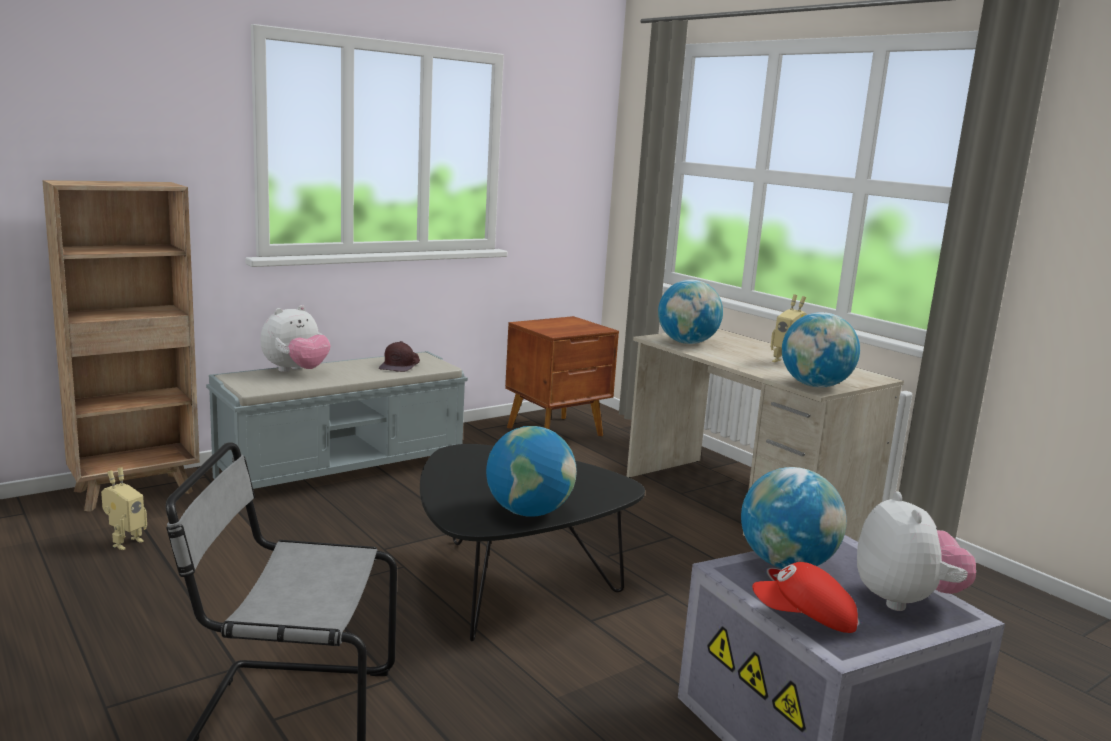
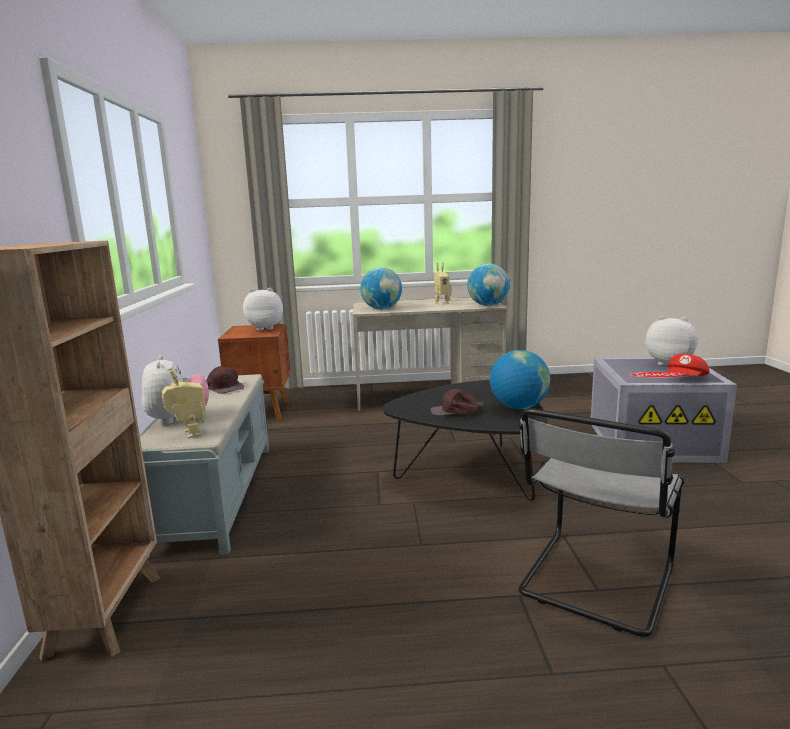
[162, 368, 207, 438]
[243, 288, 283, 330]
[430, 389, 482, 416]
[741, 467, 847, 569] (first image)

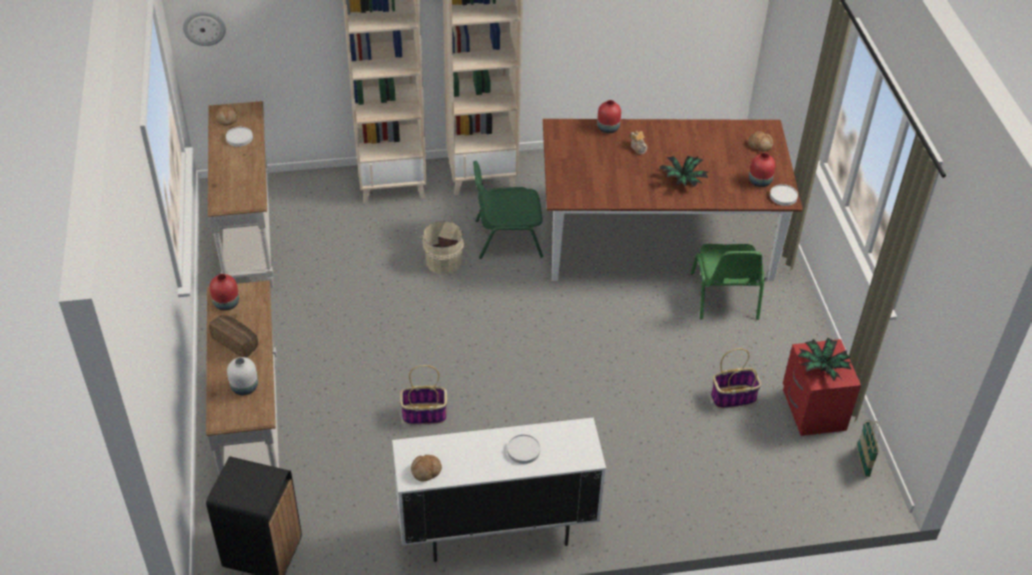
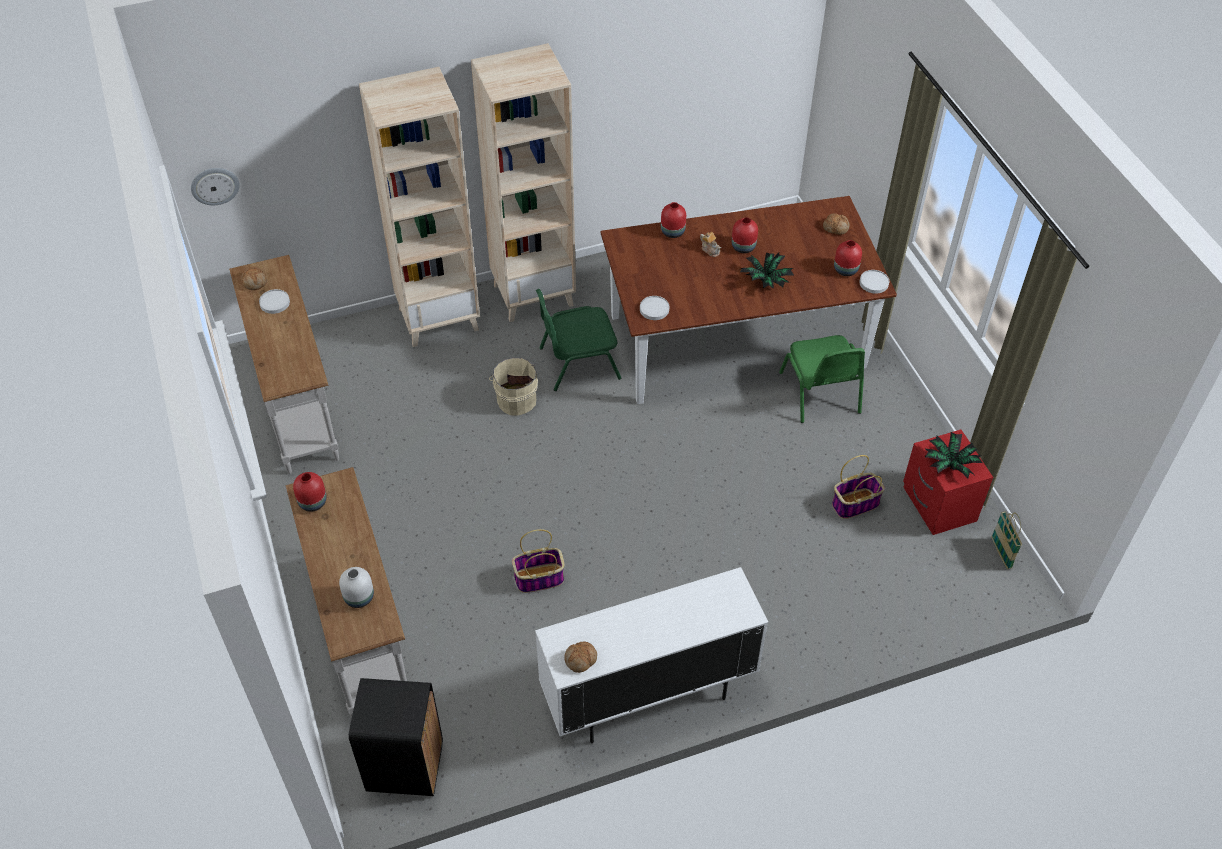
[640, 296, 669, 320]
[732, 217, 758, 253]
[209, 315, 258, 358] (first image)

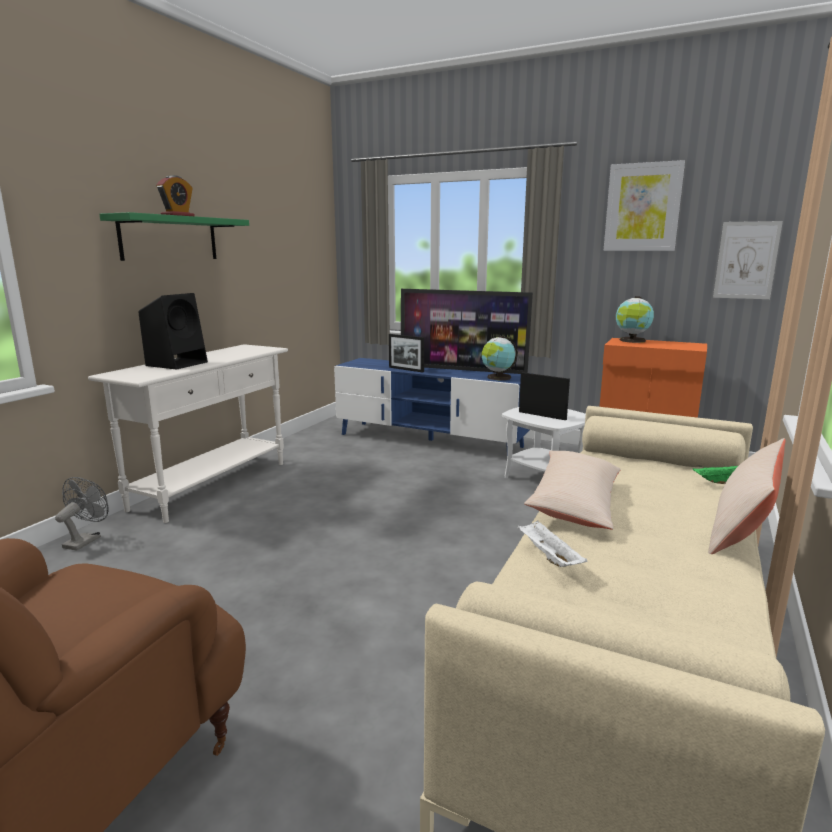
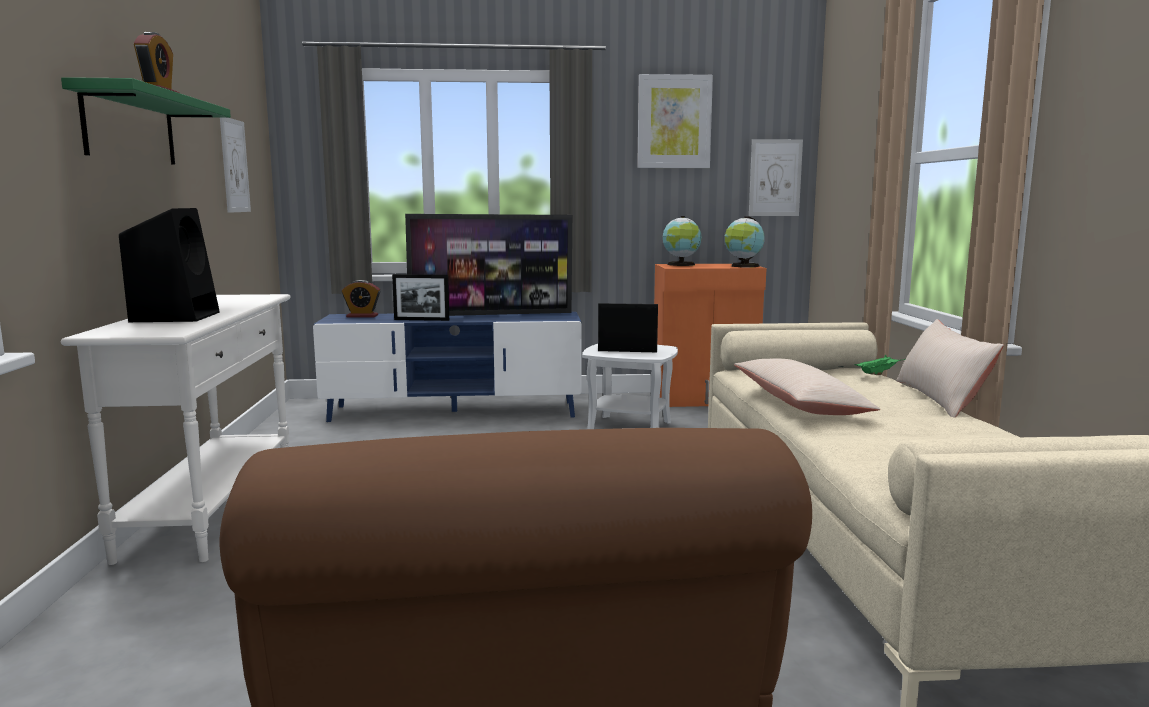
[220, 118, 251, 213]
[342, 280, 381, 318]
[725, 216, 765, 267]
[55, 477, 108, 551] (first image)
[518, 520, 587, 567] (first image)

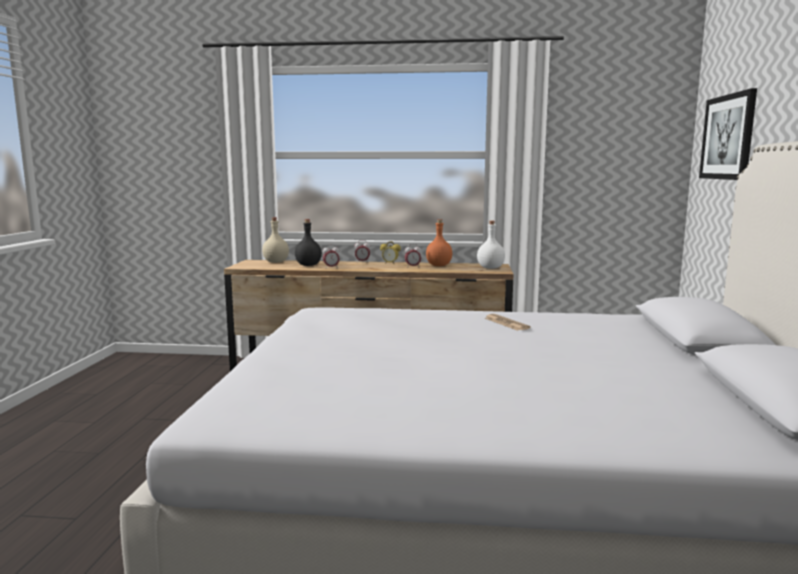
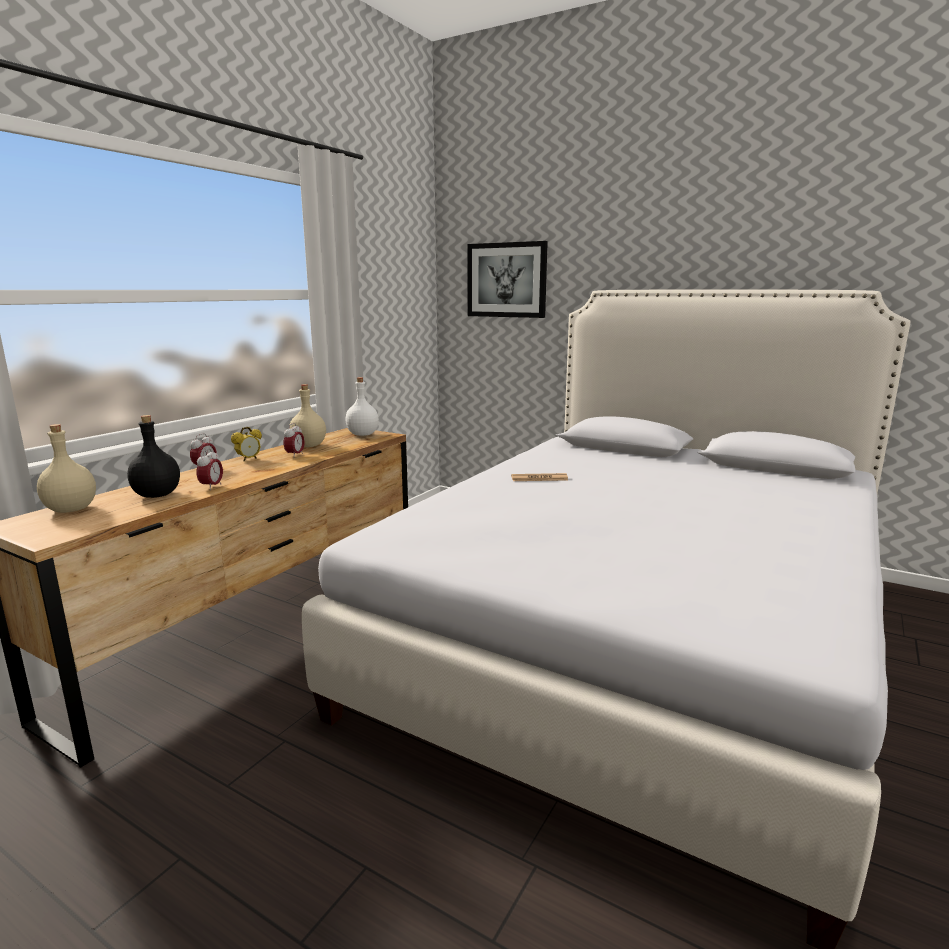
[289, 384, 326, 447]

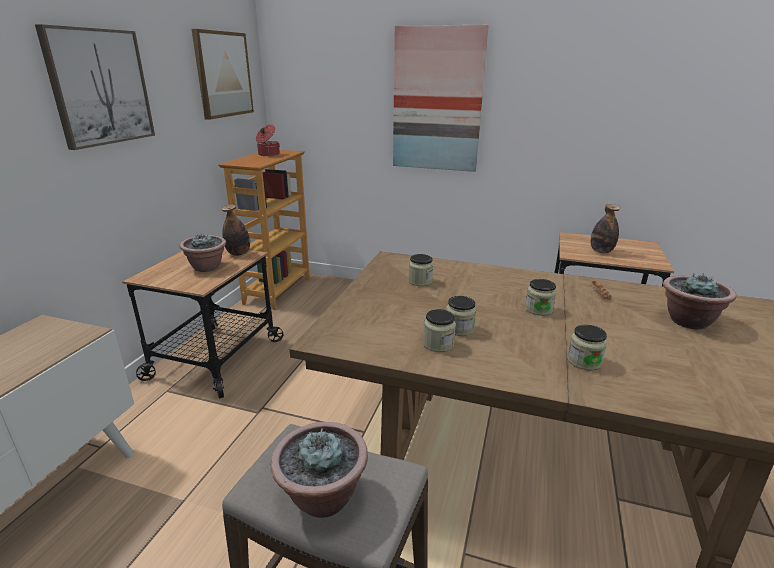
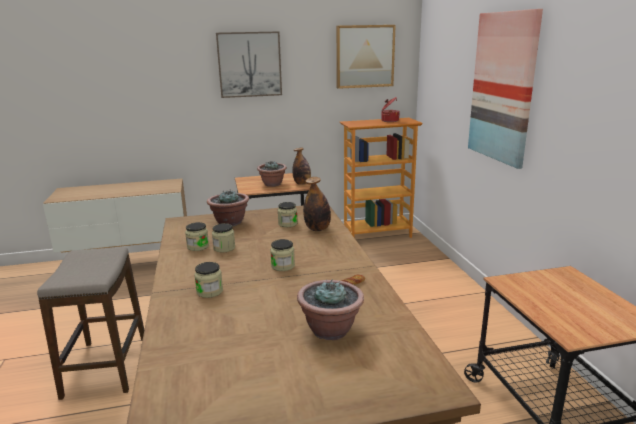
[207, 189, 249, 226]
[303, 177, 331, 231]

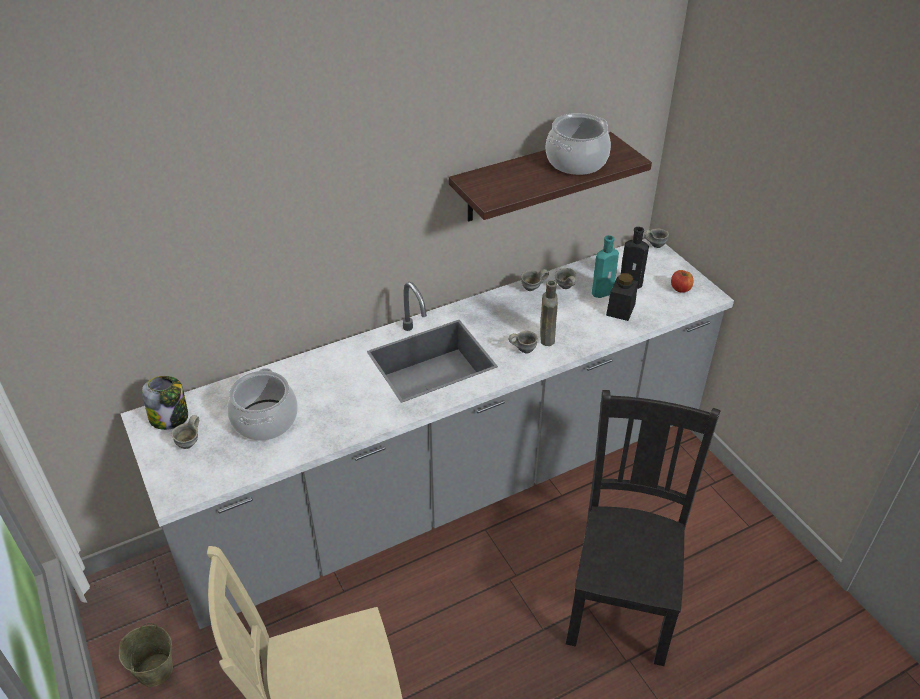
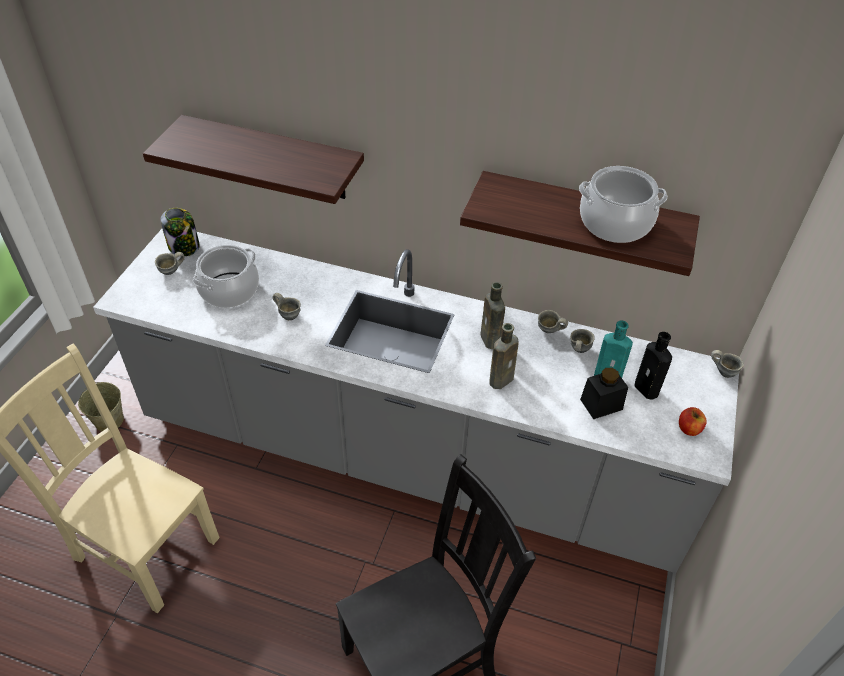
[143, 115, 364, 204]
[272, 293, 301, 320]
[480, 282, 505, 349]

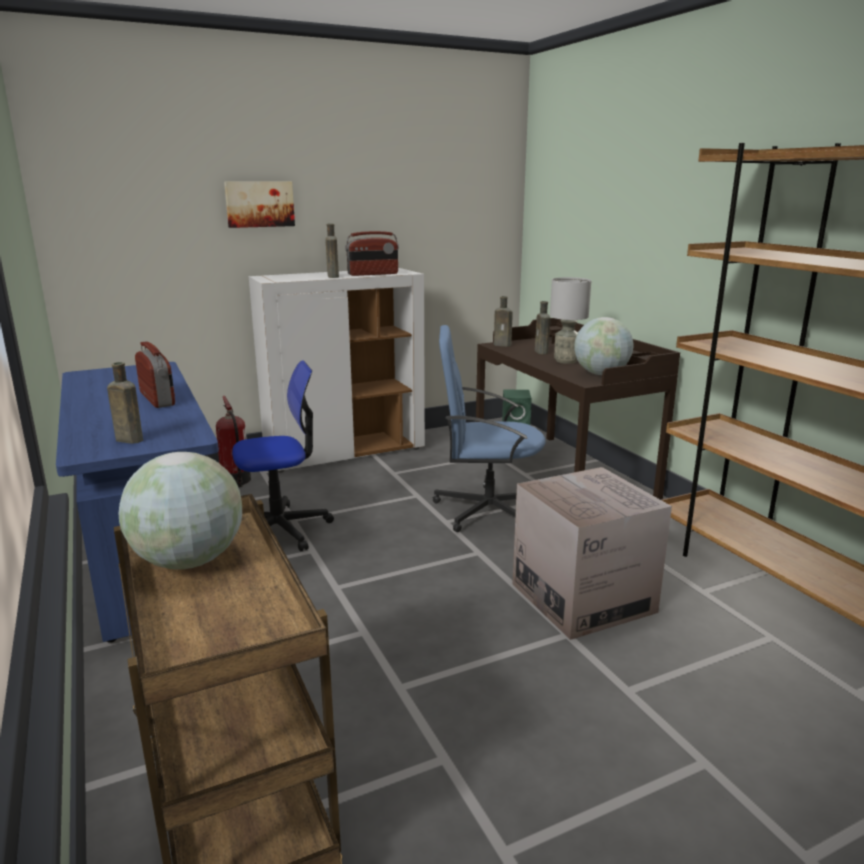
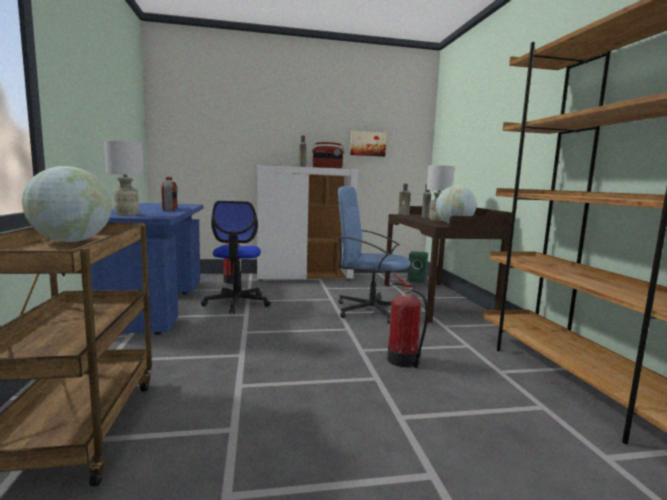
[104, 140, 144, 216]
[201, 201, 271, 314]
[350, 131, 387, 157]
[387, 274, 428, 368]

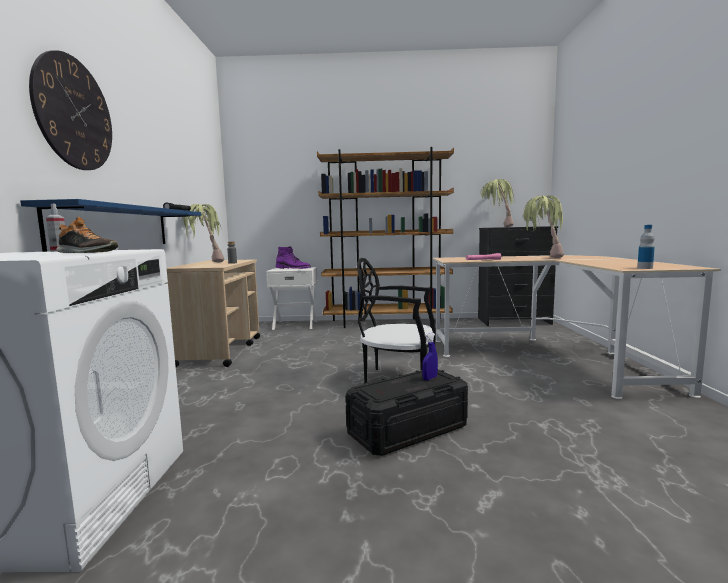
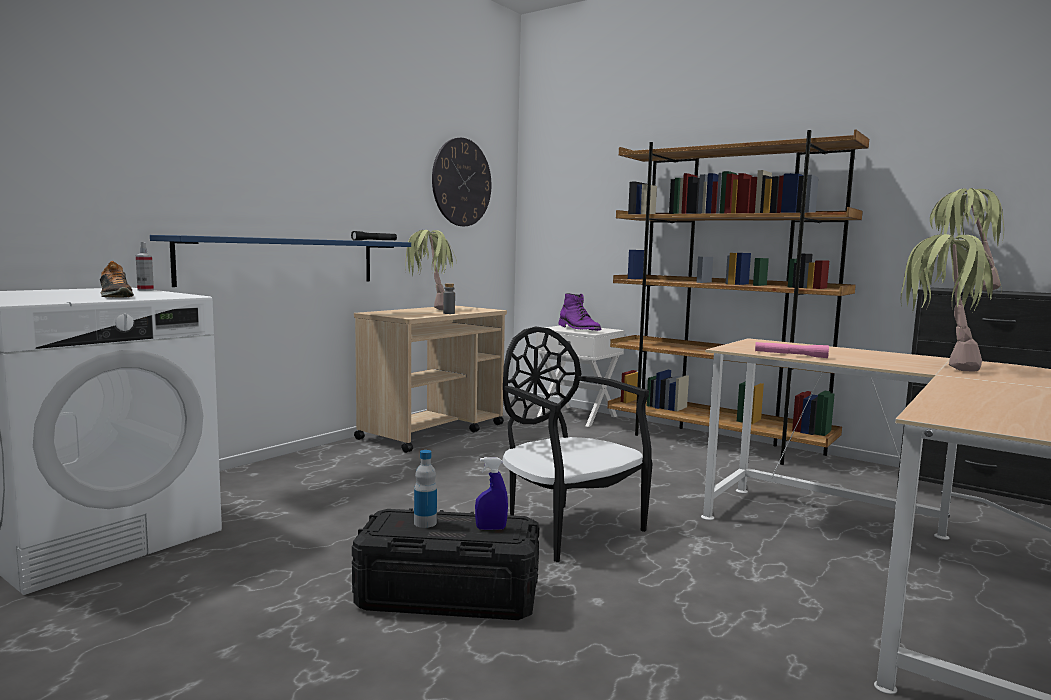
[414, 450, 437, 528]
[432, 138, 491, 226]

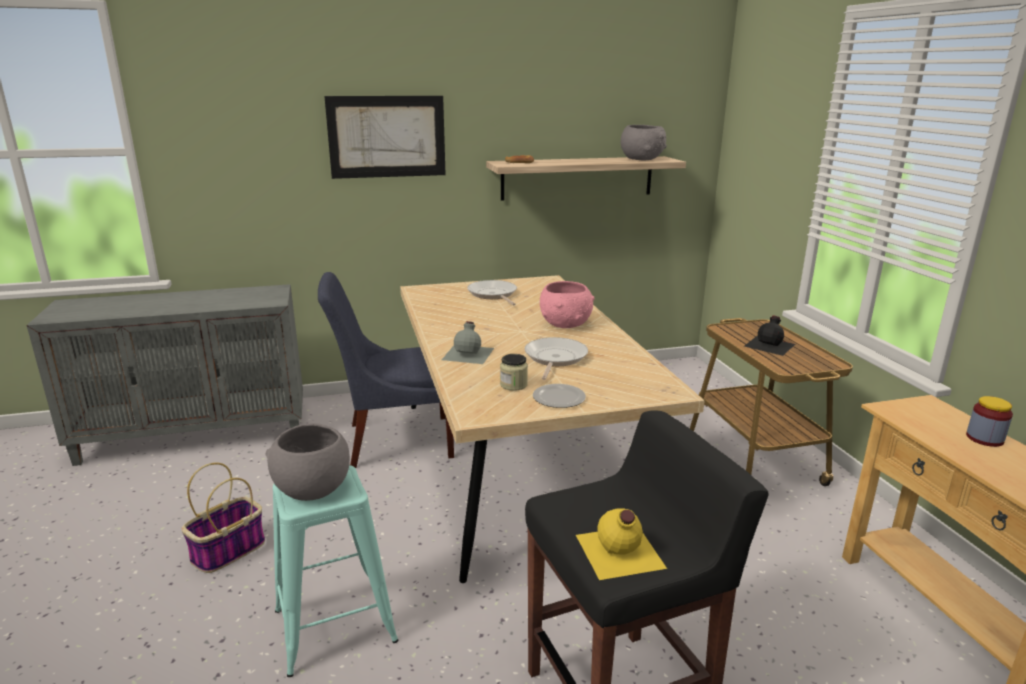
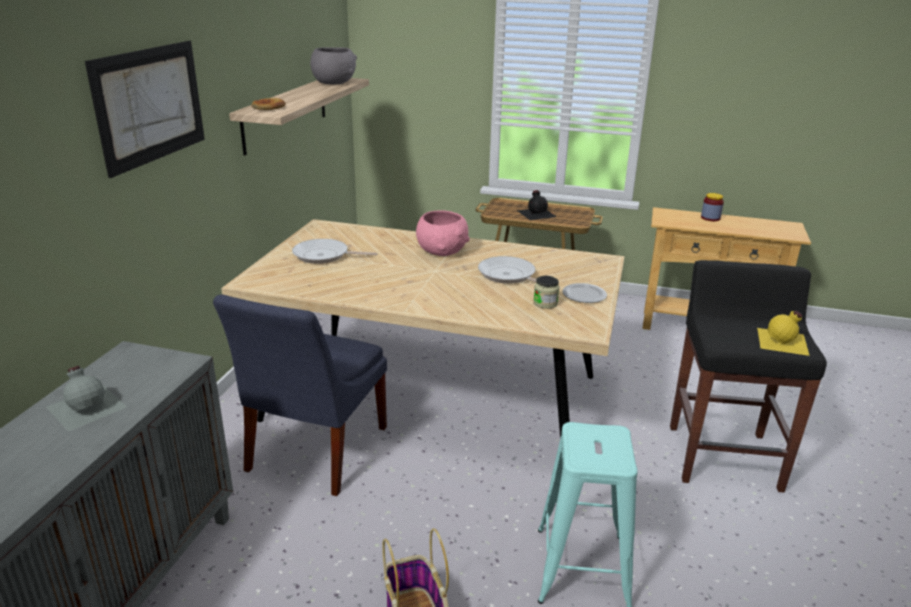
[46, 366, 127, 431]
[265, 423, 350, 501] (first image)

